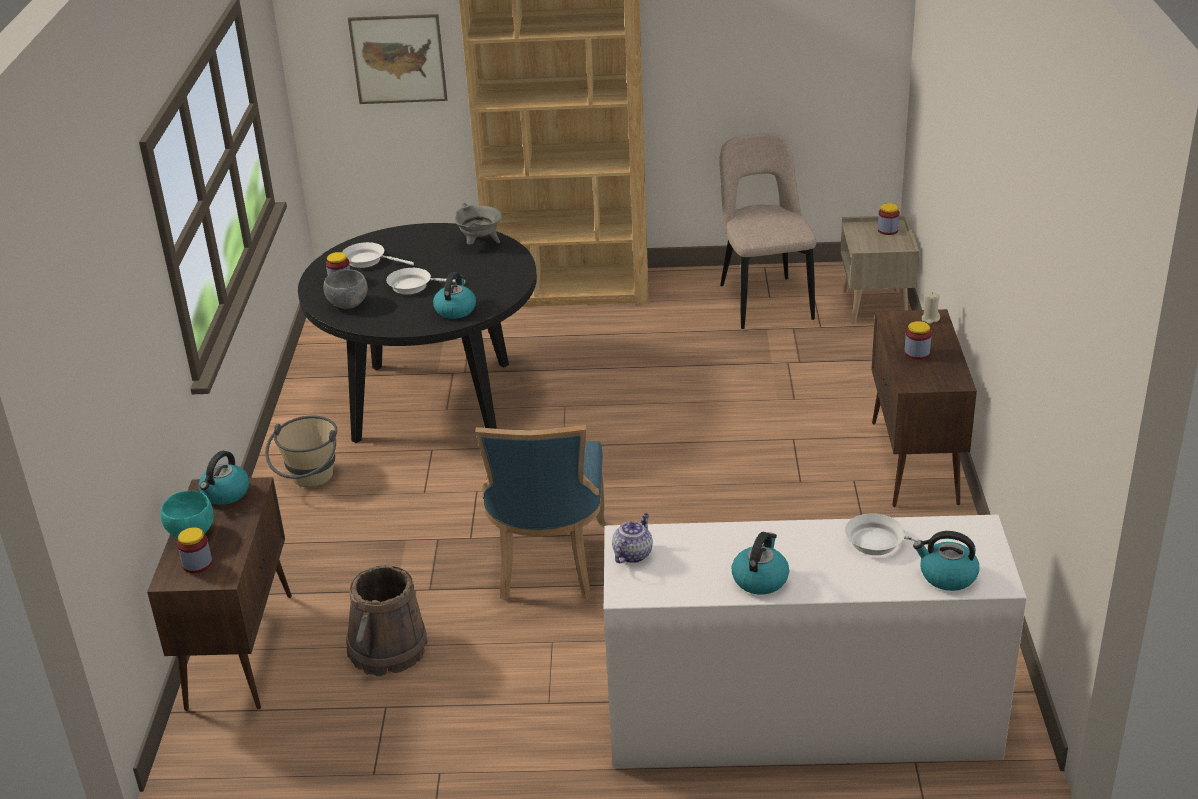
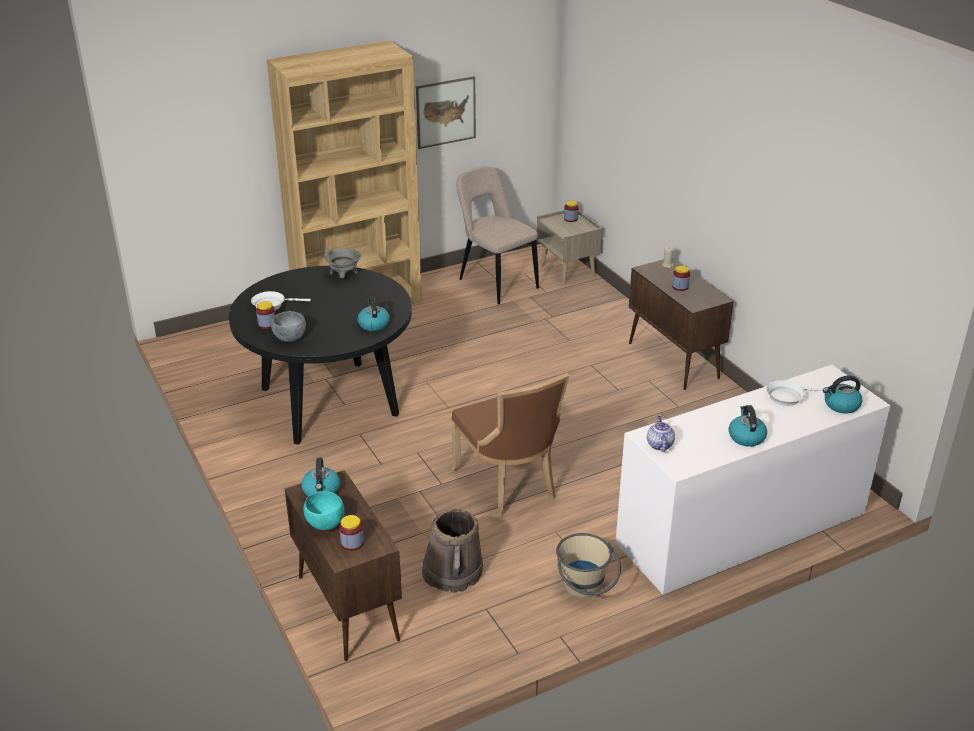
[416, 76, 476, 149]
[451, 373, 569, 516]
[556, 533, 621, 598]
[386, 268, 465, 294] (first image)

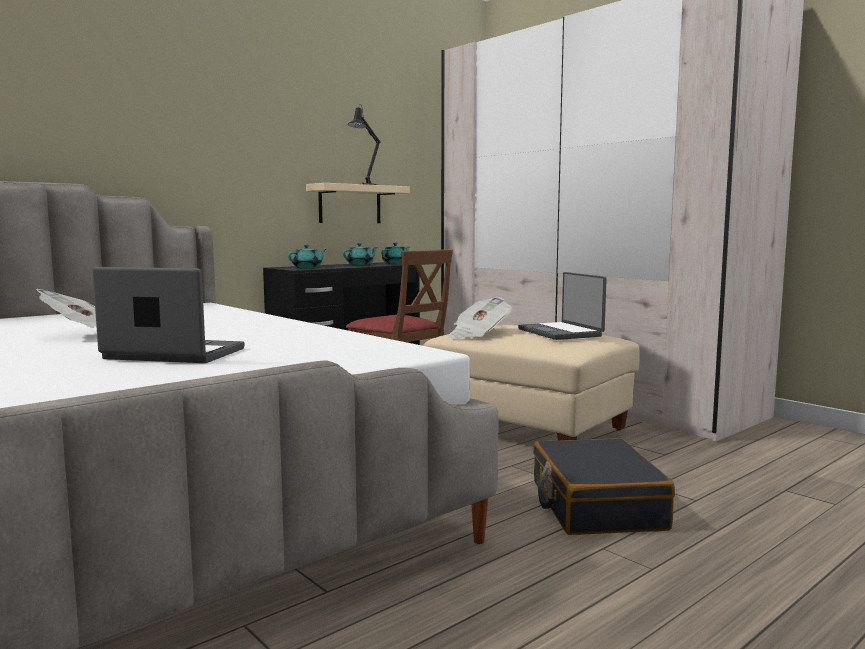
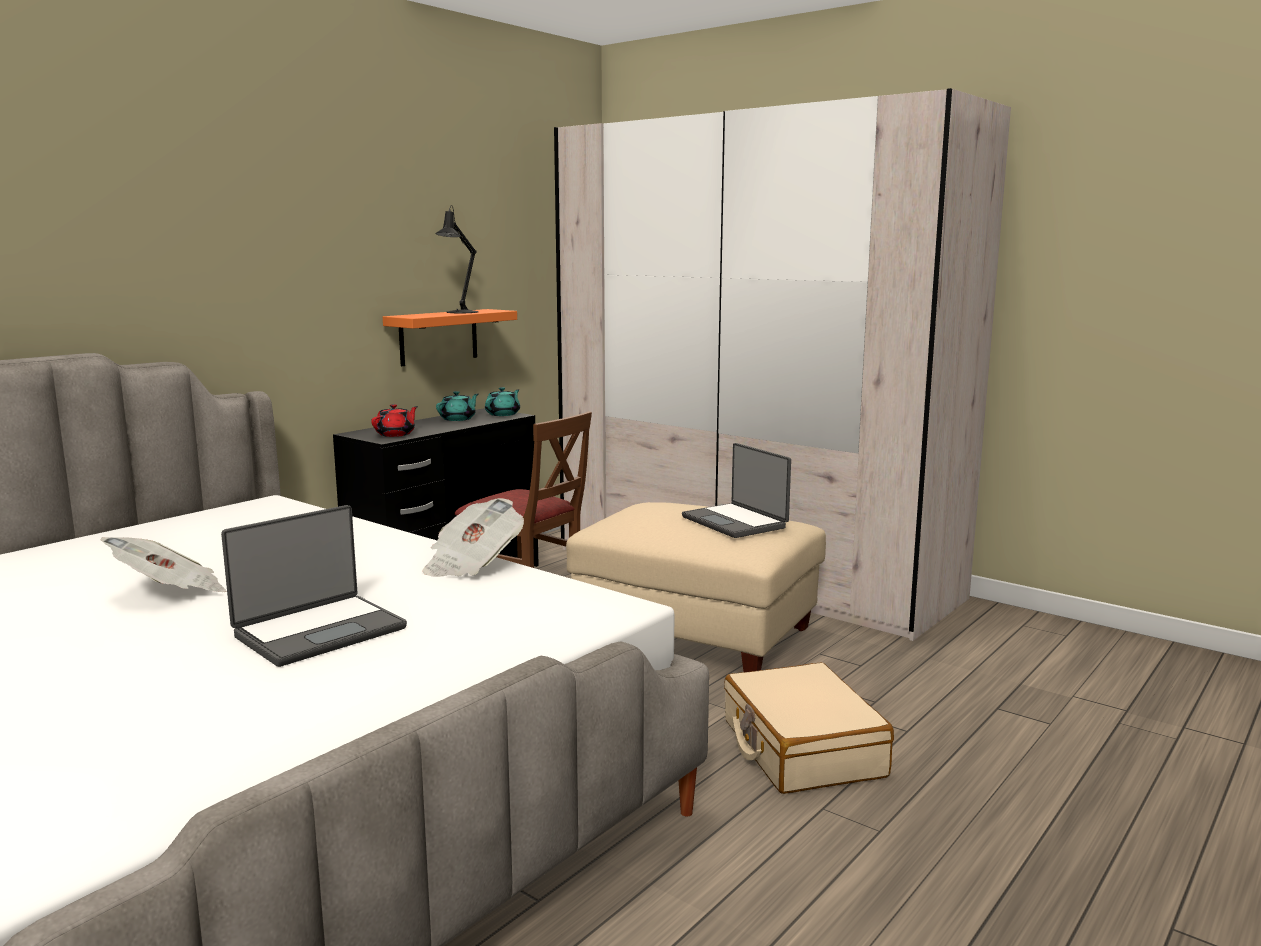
[221, 505, 407, 667]
[371, 404, 418, 437]
[383, 309, 517, 366]
[423, 498, 524, 577]
[724, 662, 894, 794]

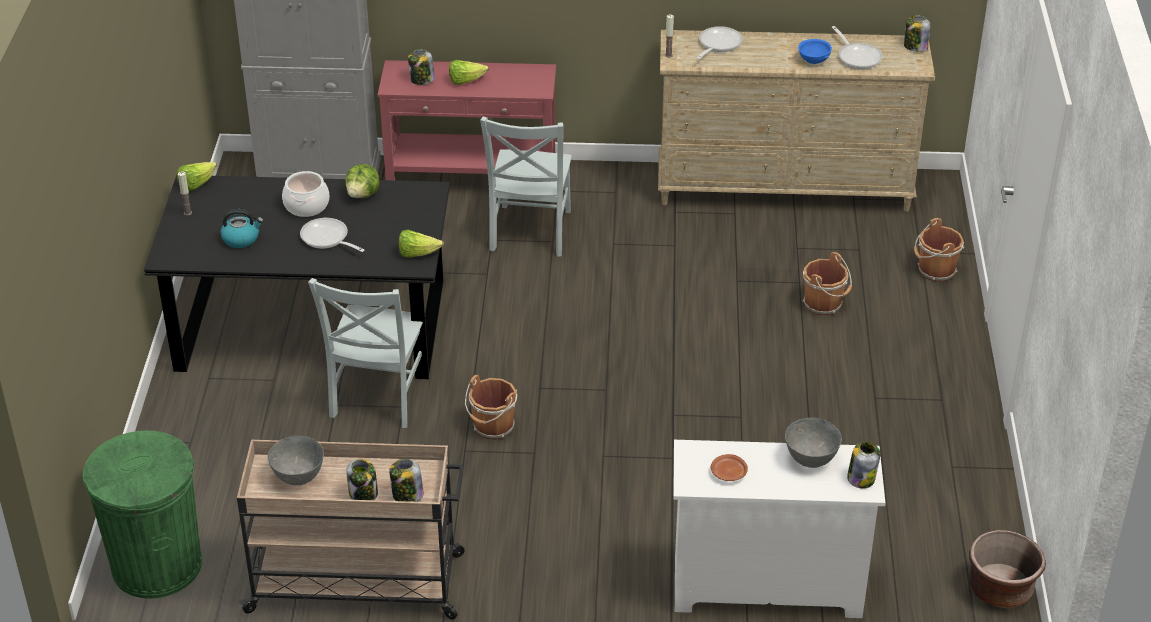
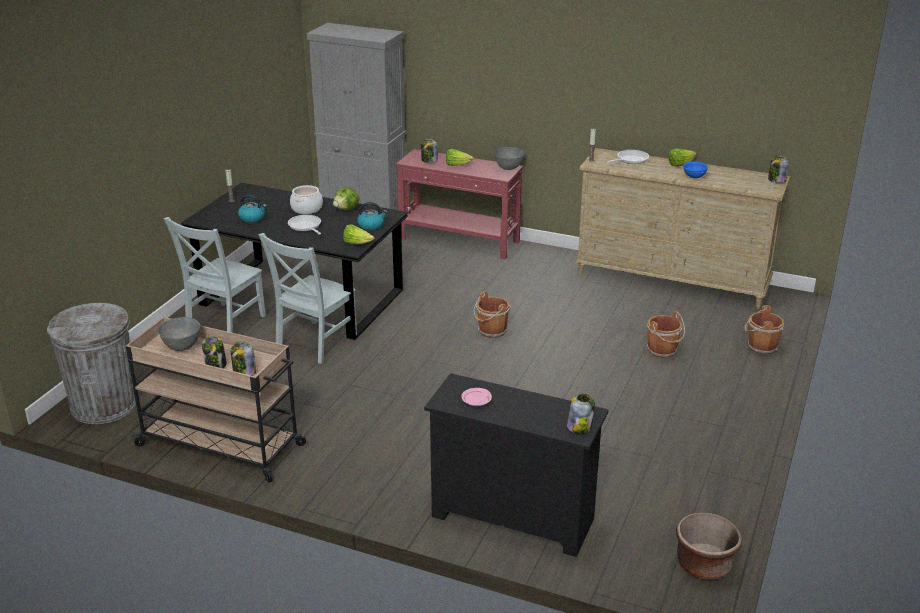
[47, 303, 136, 424]
[164, 217, 266, 333]
[357, 202, 388, 230]
[424, 373, 609, 557]
[461, 388, 492, 406]
[474, 291, 511, 338]
[494, 147, 525, 170]
[669, 148, 697, 167]
[832, 26, 883, 69] (first image)

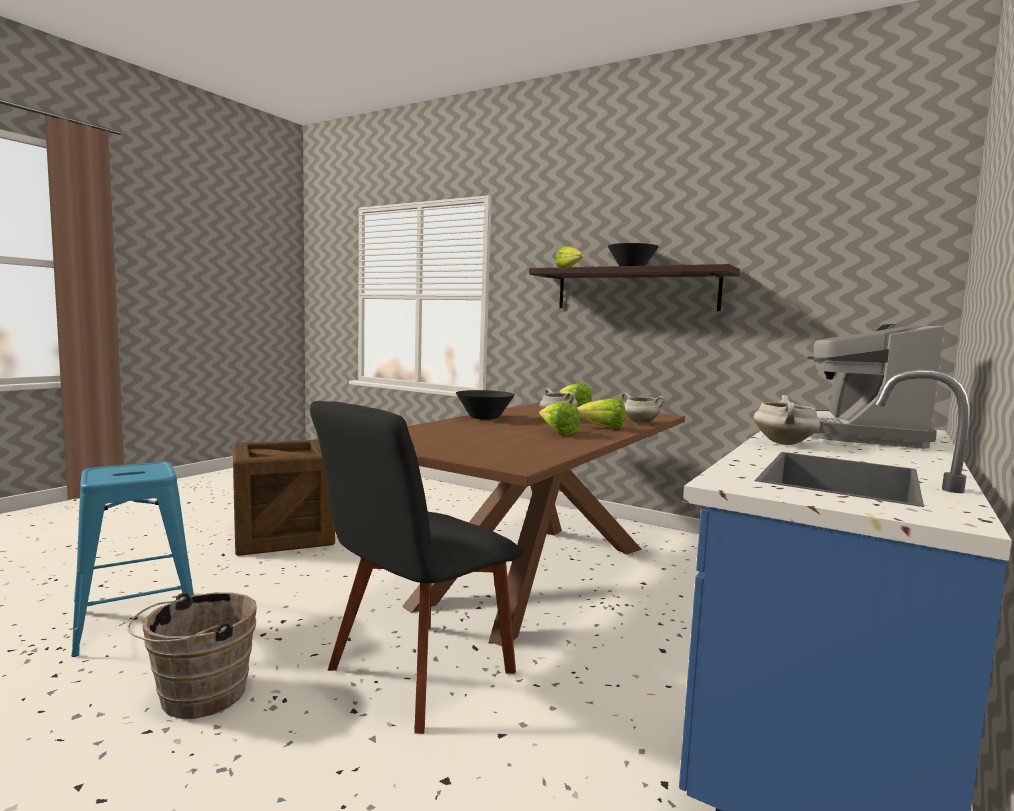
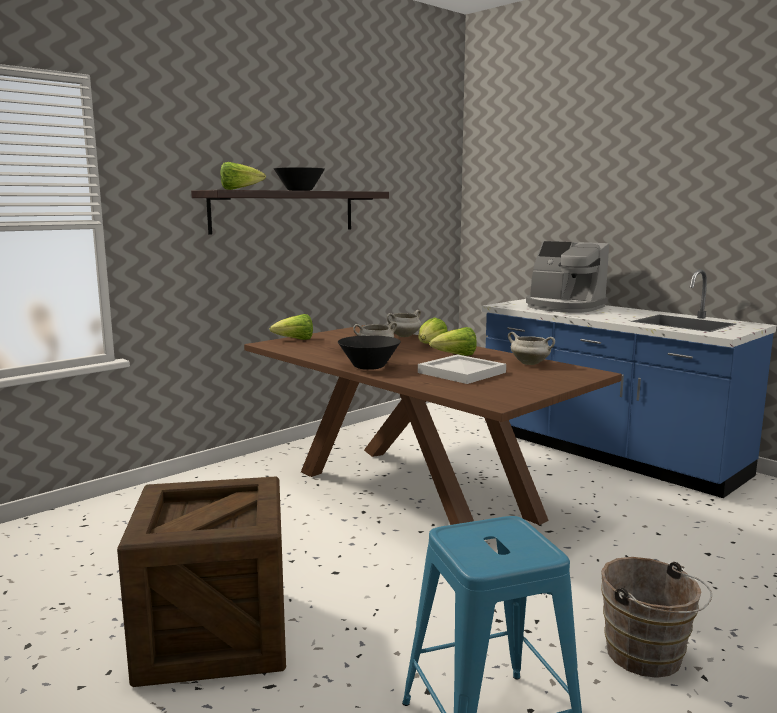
[418, 354, 506, 384]
[508, 332, 555, 365]
[310, 401, 522, 734] (first image)

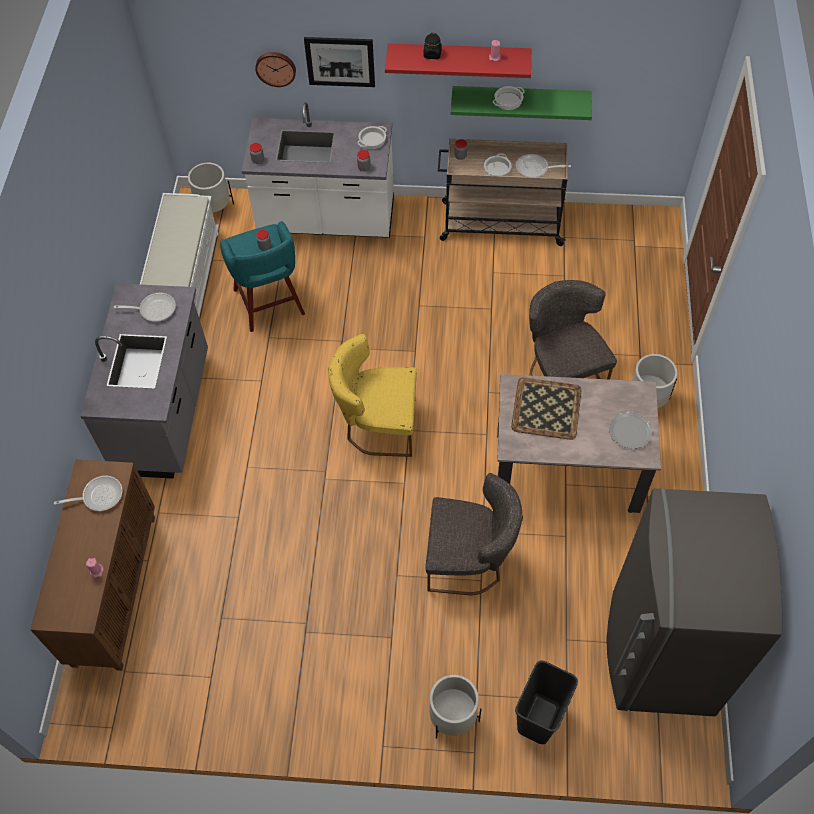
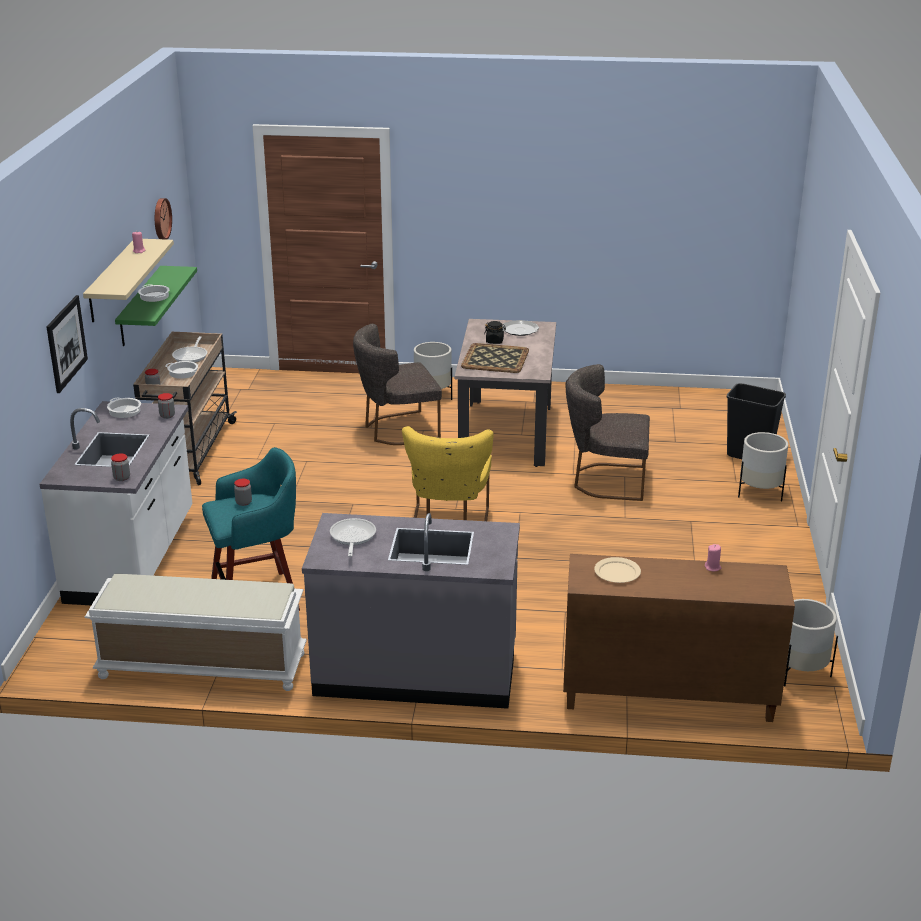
[83, 239, 174, 322]
[155, 198, 172, 240]
[484, 321, 506, 344]
[566, 364, 650, 501]
[594, 557, 641, 583]
[784, 599, 838, 686]
[606, 488, 782, 716] (first image)

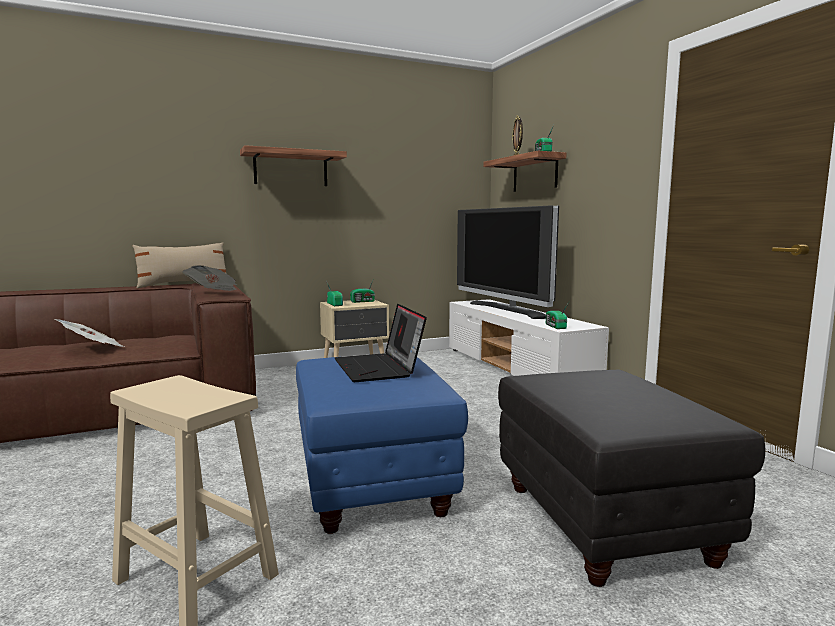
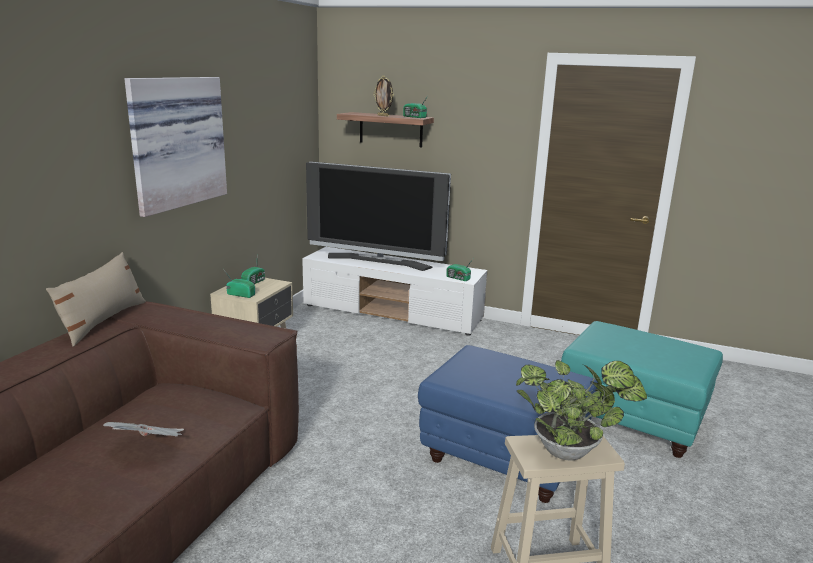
[124, 77, 227, 217]
[516, 360, 647, 461]
[561, 321, 723, 458]
[182, 265, 237, 291] (first image)
[335, 304, 427, 382] (first image)

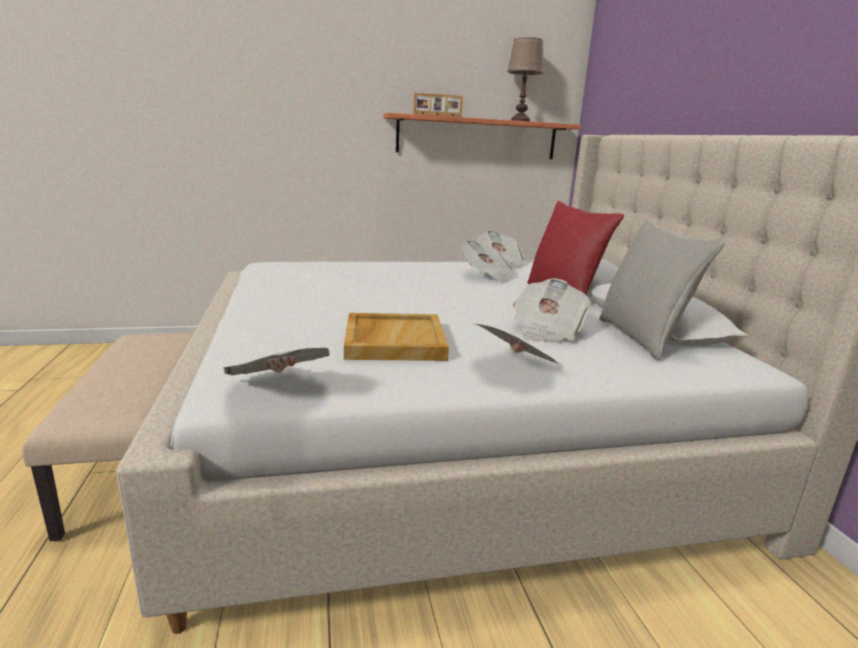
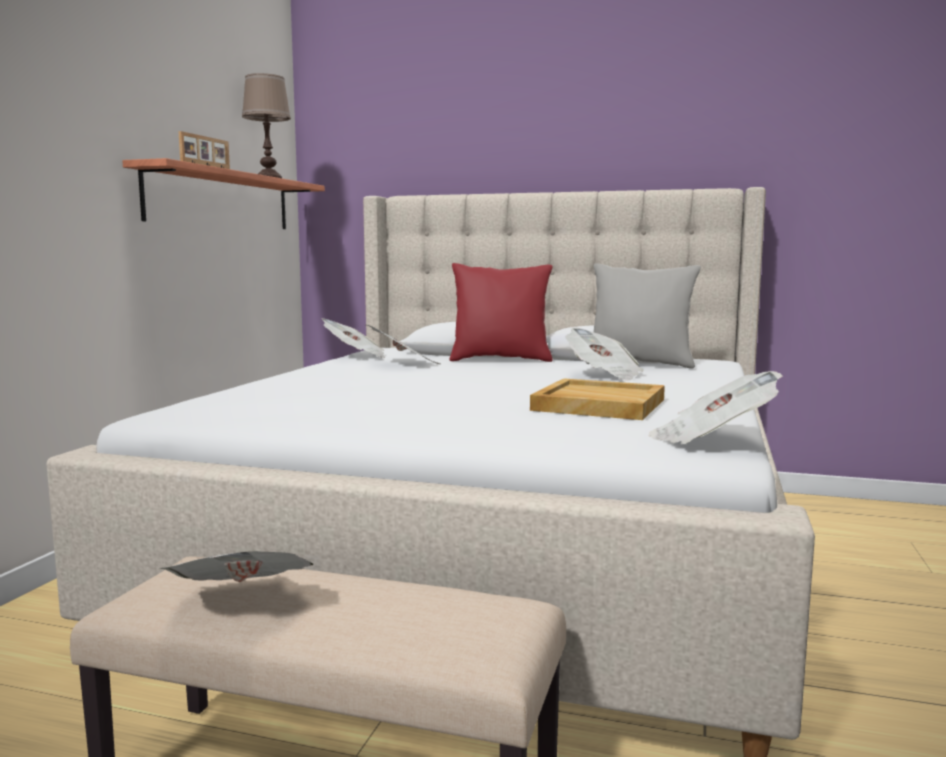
[159, 551, 314, 582]

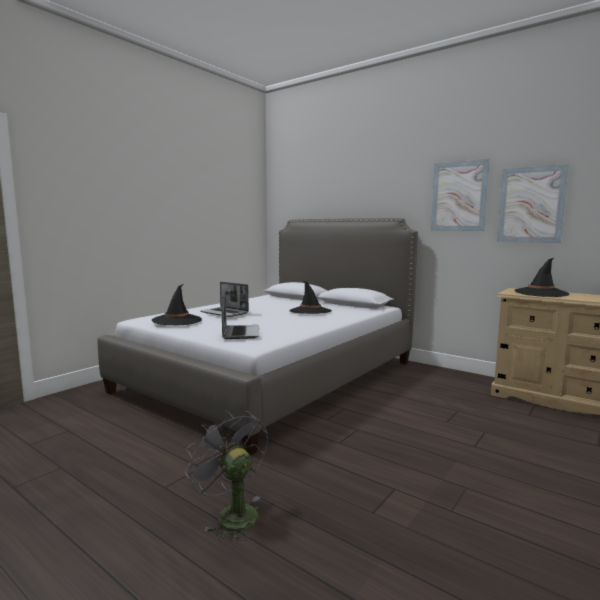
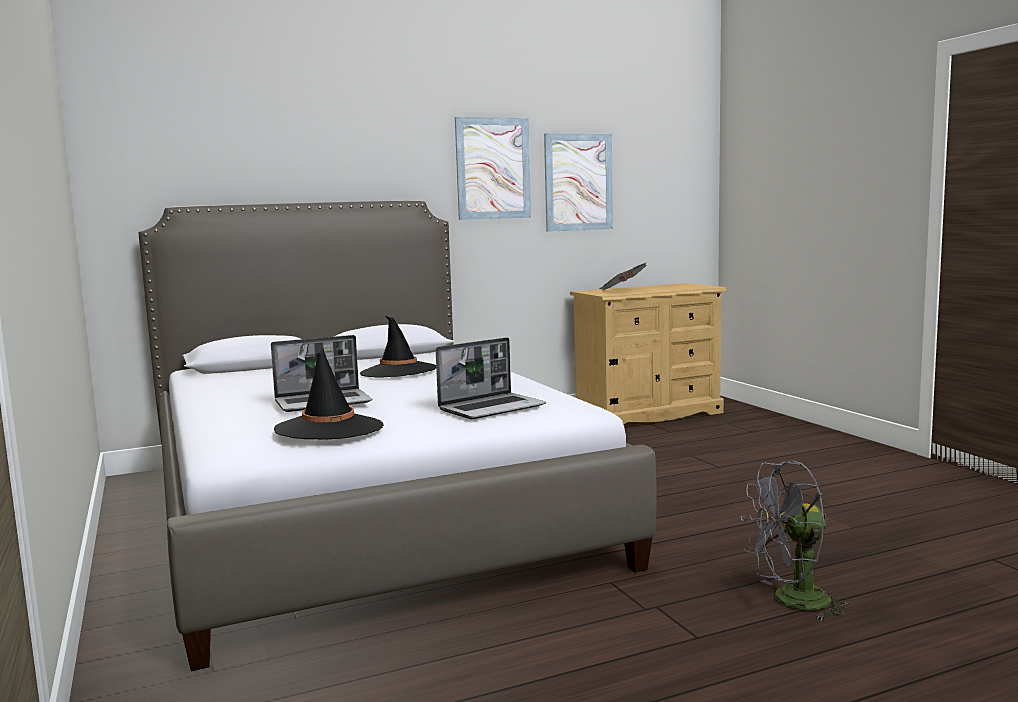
[436, 337, 546, 419]
[599, 262, 647, 290]

